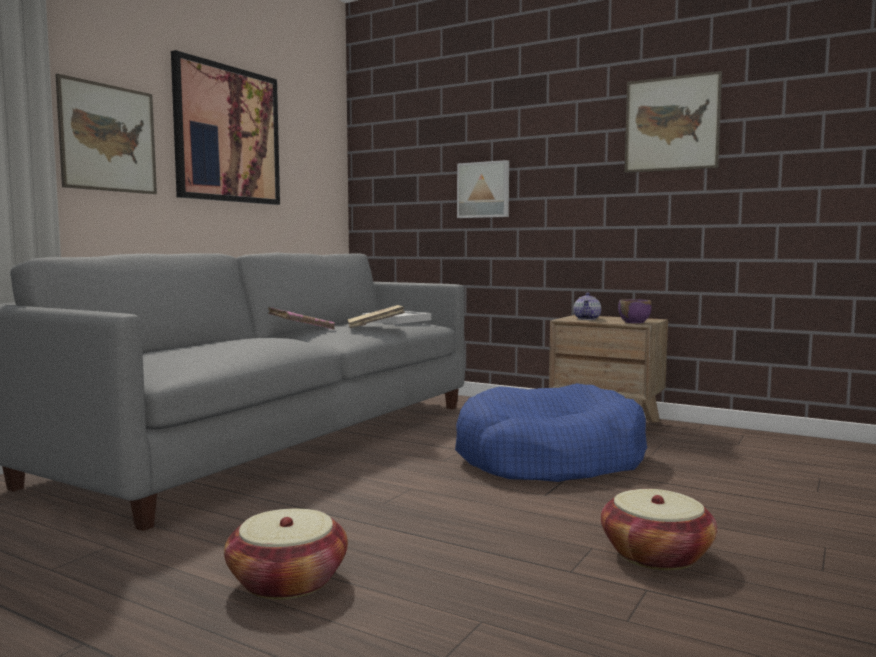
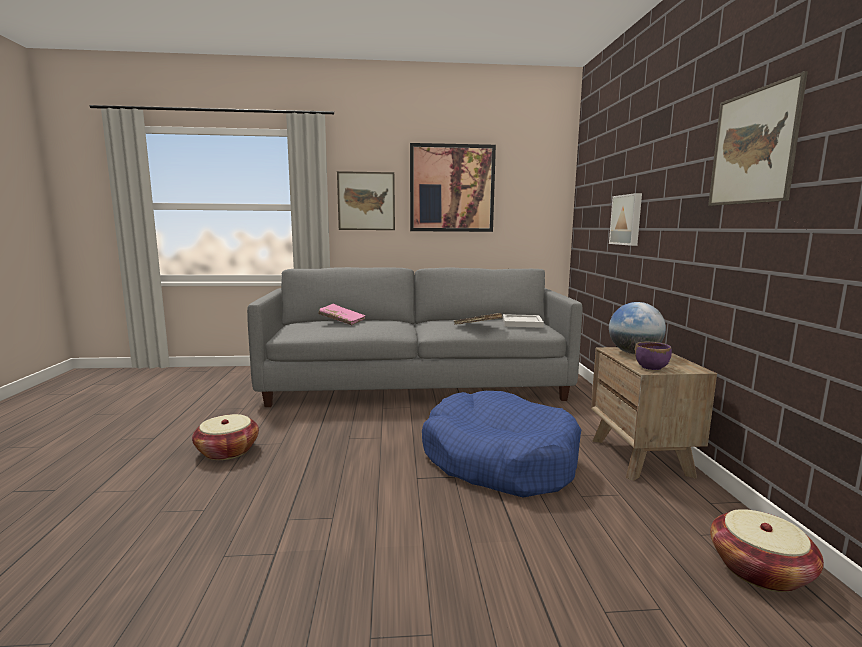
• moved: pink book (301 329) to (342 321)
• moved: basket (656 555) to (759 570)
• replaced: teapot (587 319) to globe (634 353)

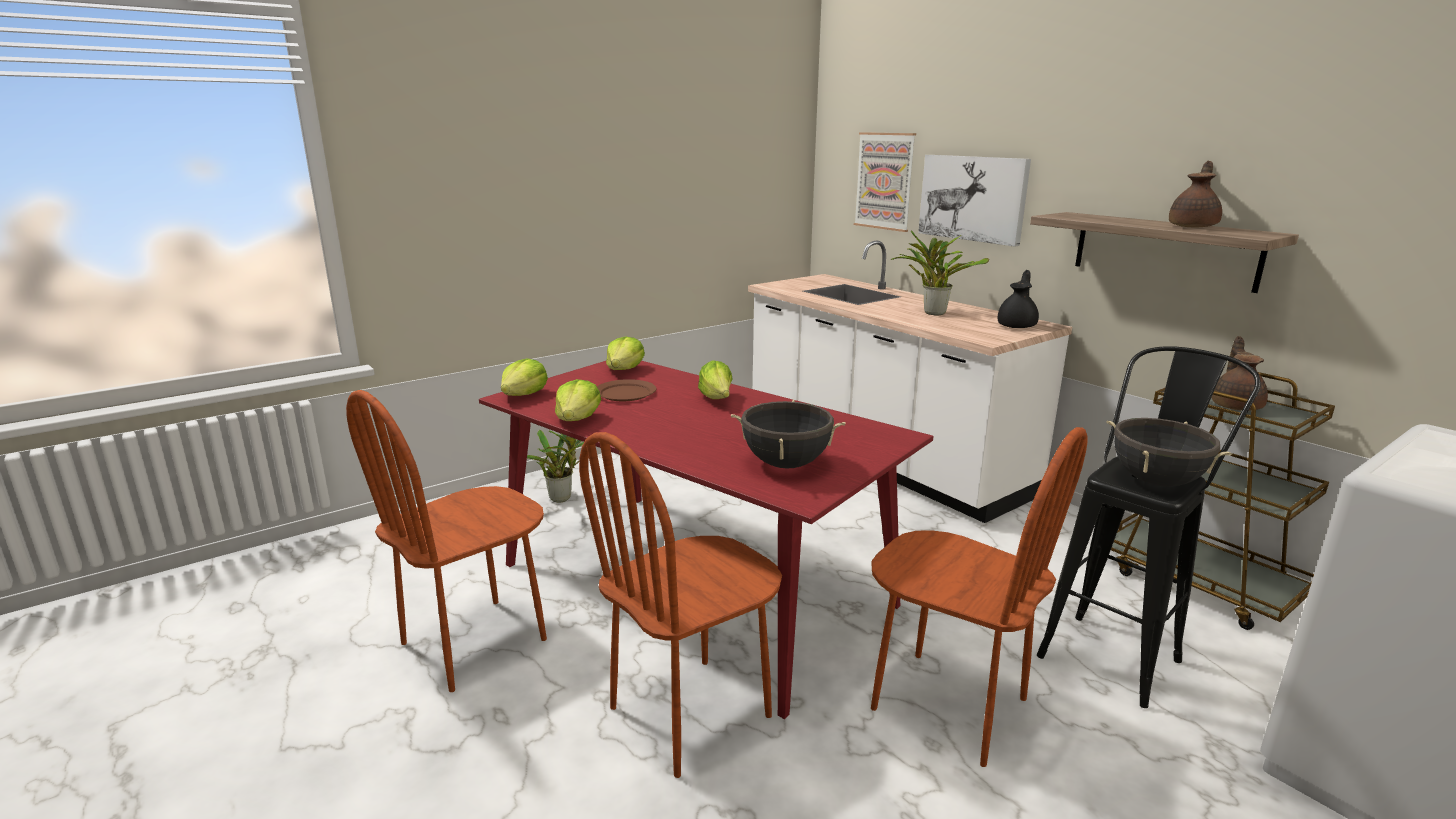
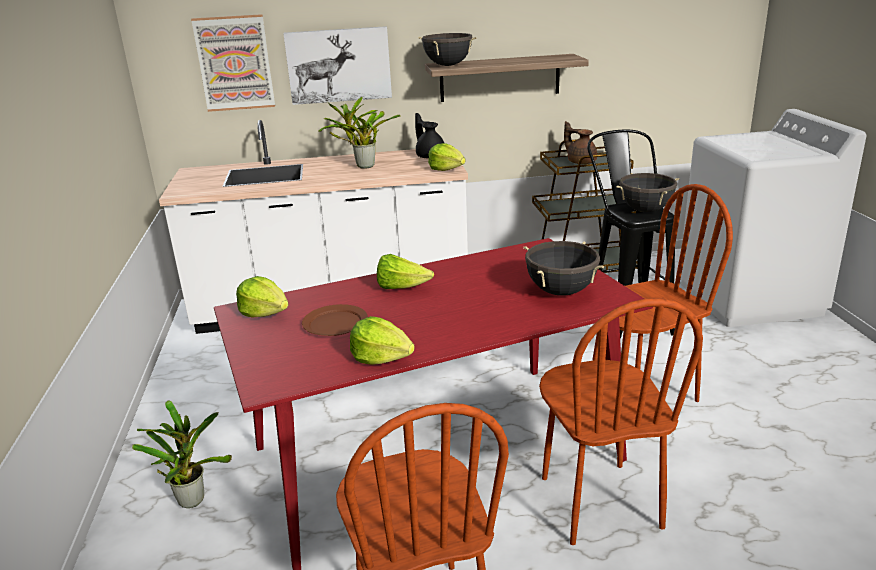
• removed: brown teapot (1193 226)
• added: black cooking pot (448 65)
• moved: lettuce (524 395) to (446 169)

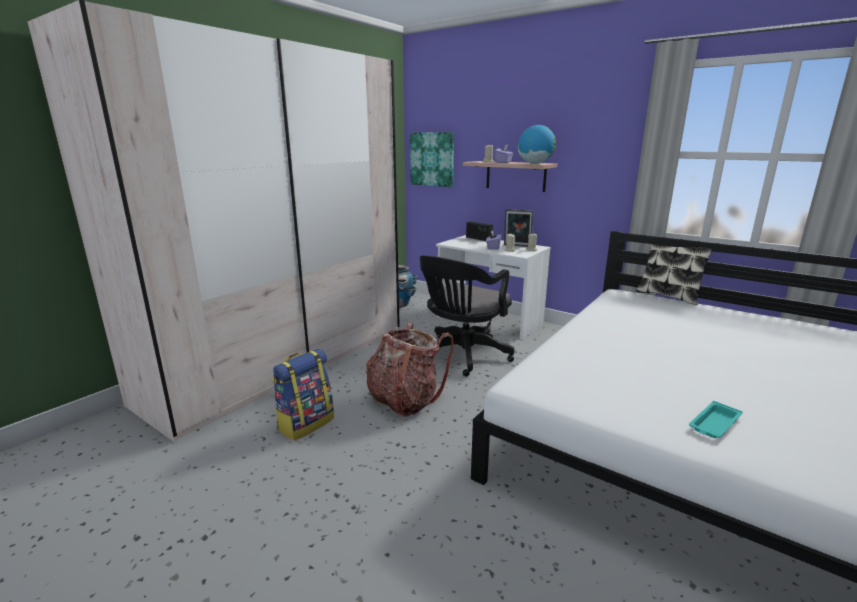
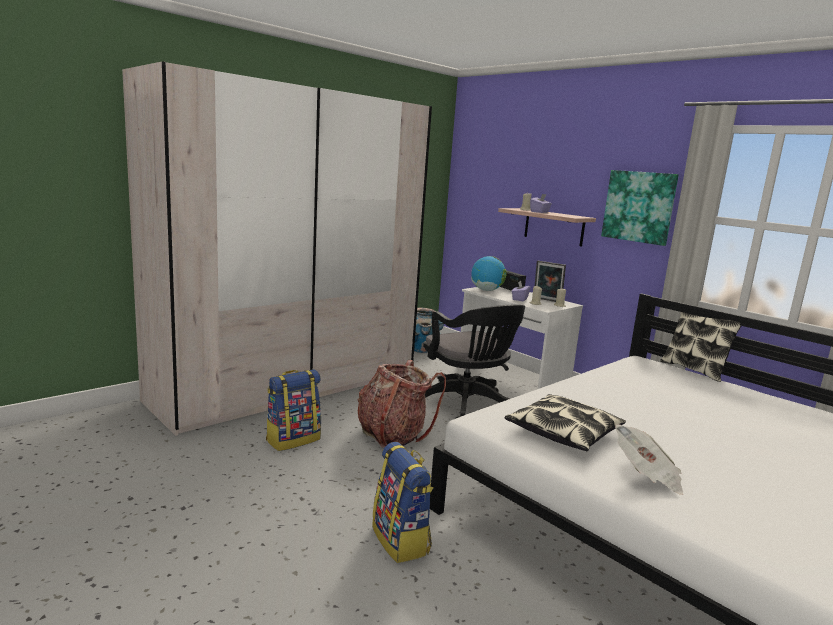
• added: backpack (401 540)
• added: pillow (563 432)
• moved: picture (432 159) to (639 206)
• moved: globe (535 163) to (486 290)
• replaced: turquoise tray (714 424) to newspaper (647 476)
• turned: black office chair (462 356) = (467 406) 75 degrees counterclockwise

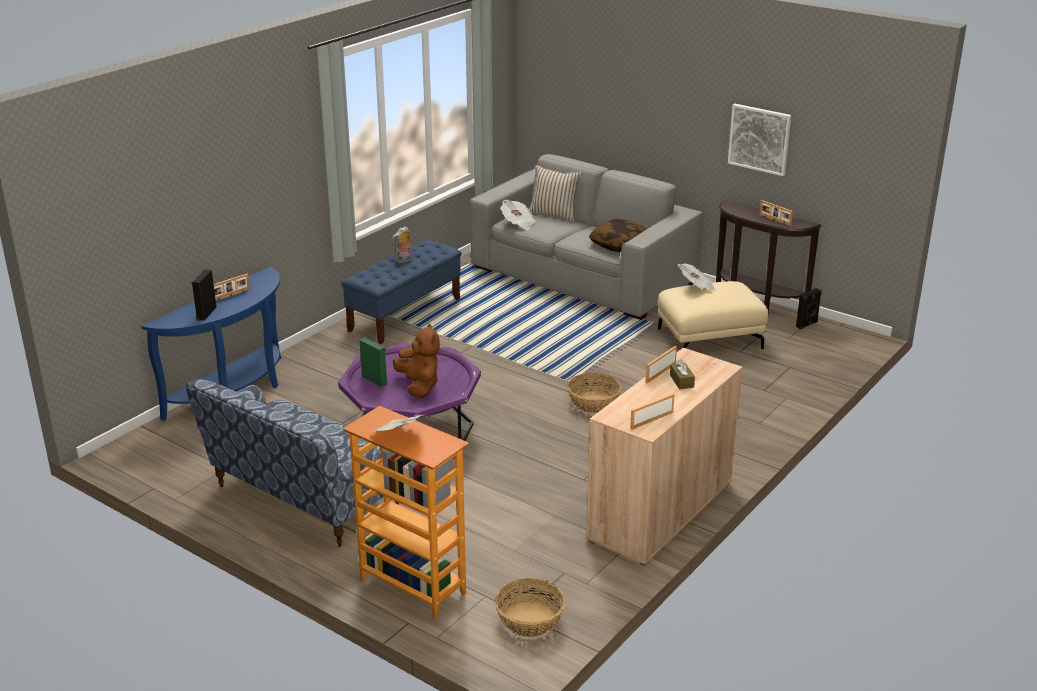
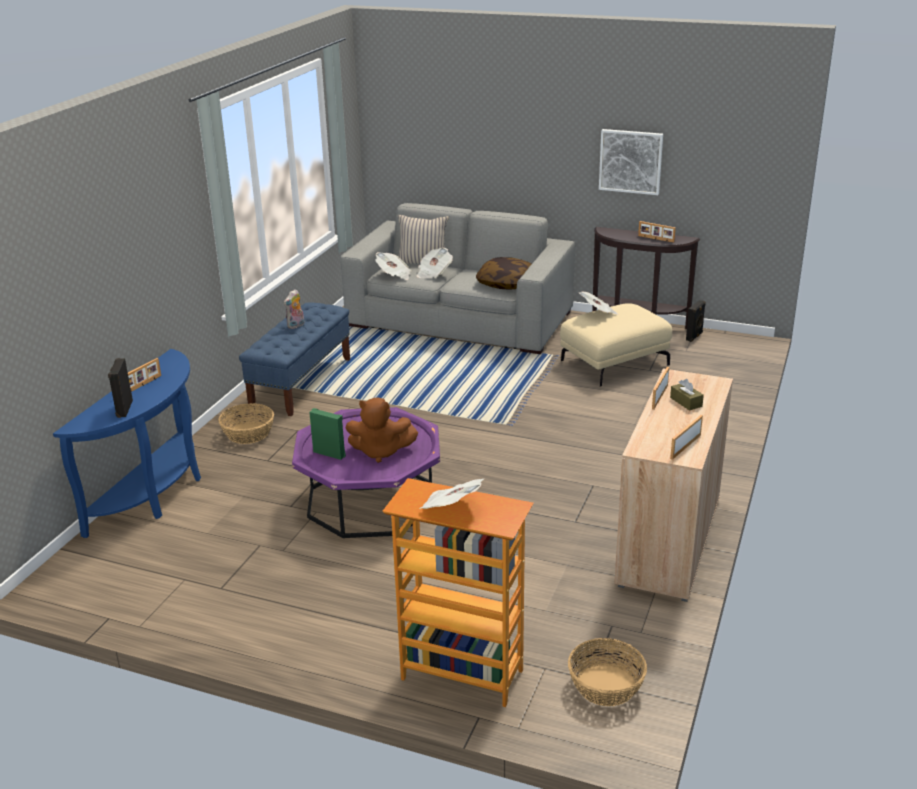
• removed: sofa (305 498)
• added: newspaper (433 273)
• moved: basket (593 402) to (248 433)
• turned: brown plush toy (419 386) = (380 452) 135 degrees clockwise

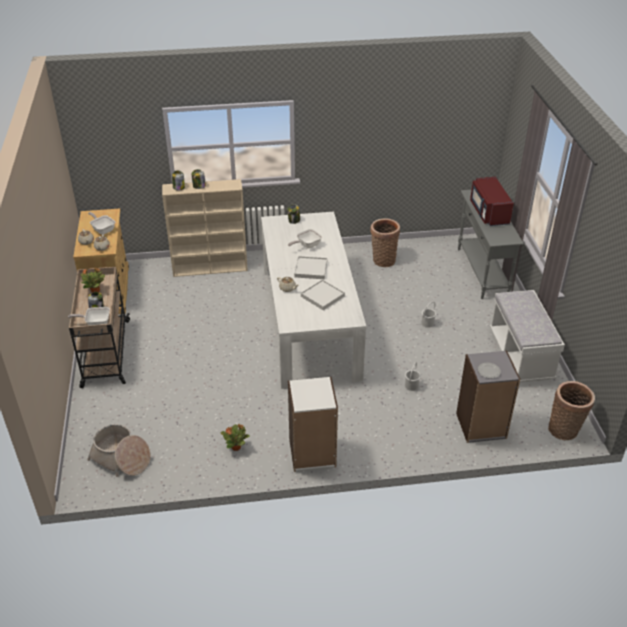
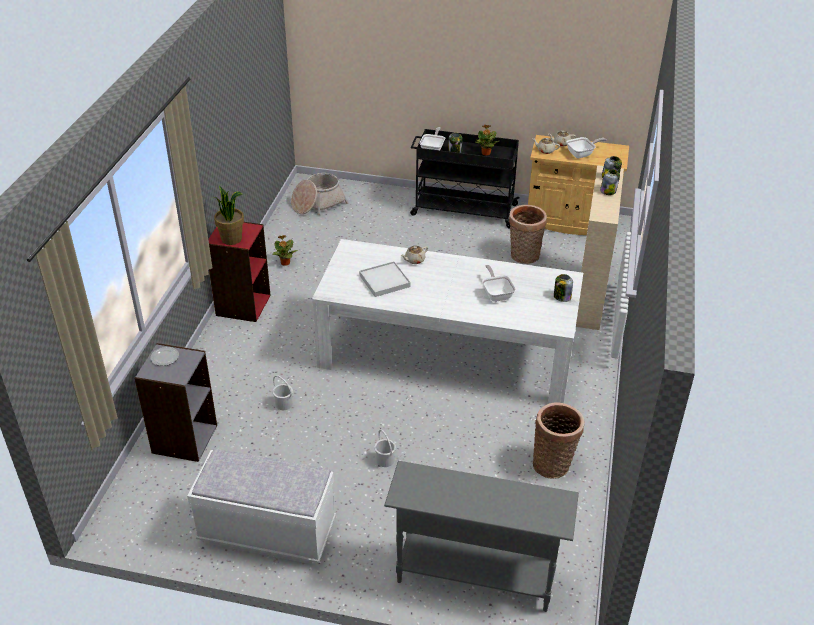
• removed: white tray (311 269)
• removed: red microwave (488 213)
• added: potted plant (232 239)
• moved: basket (565 430) to (524 257)
• recoloured: beige cart (106 353) to black cart (463 210)
• recoloured: white bookcase (312 454) to red bookcase (242 305)

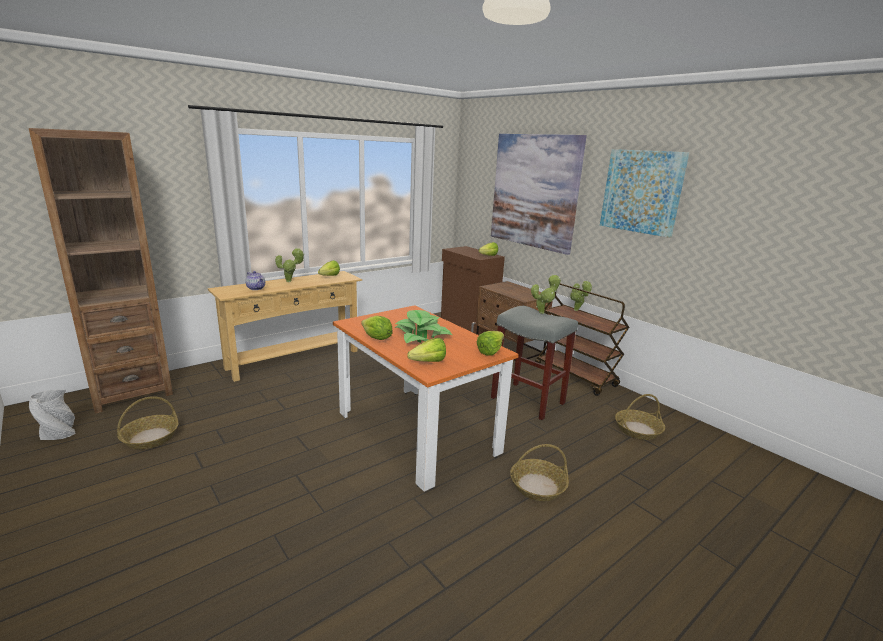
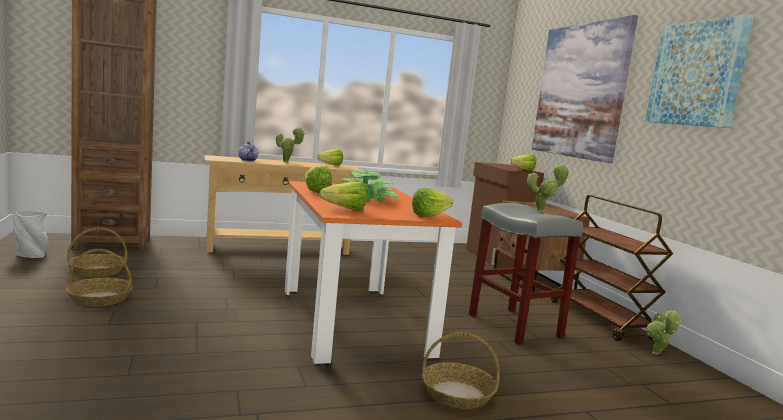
• moved: potted plant (577 310) to (656 354)
• moved: basket (638 430) to (100 298)

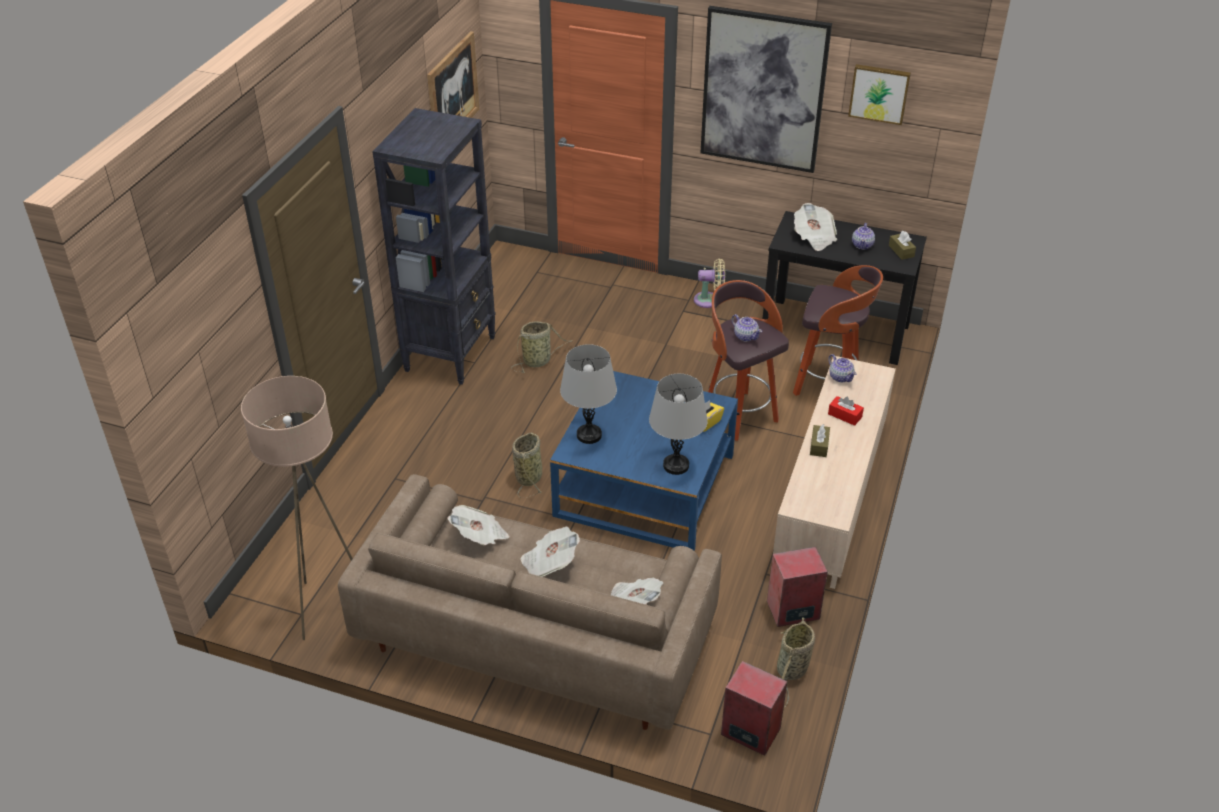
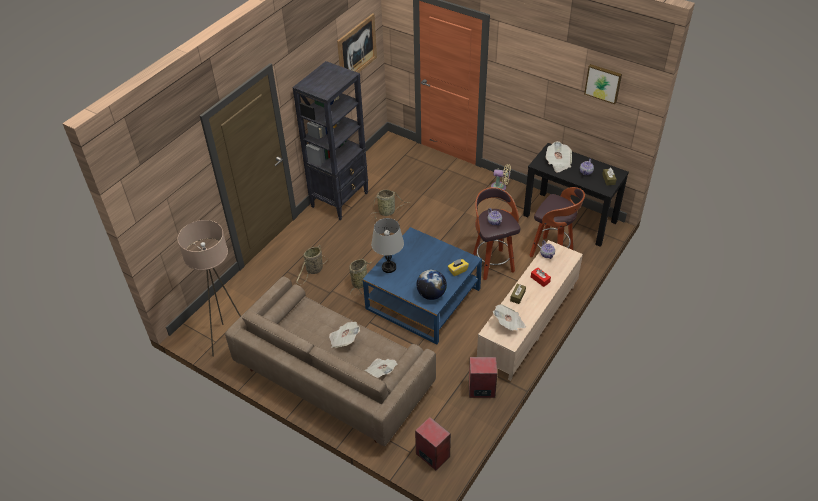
• removed: picture (763 90)
• moved: newspaper (480 536) to (509 324)
• moved: basket (791 671) to (314 270)
• replaced: grey table lamp (676 465) to globe (431 294)

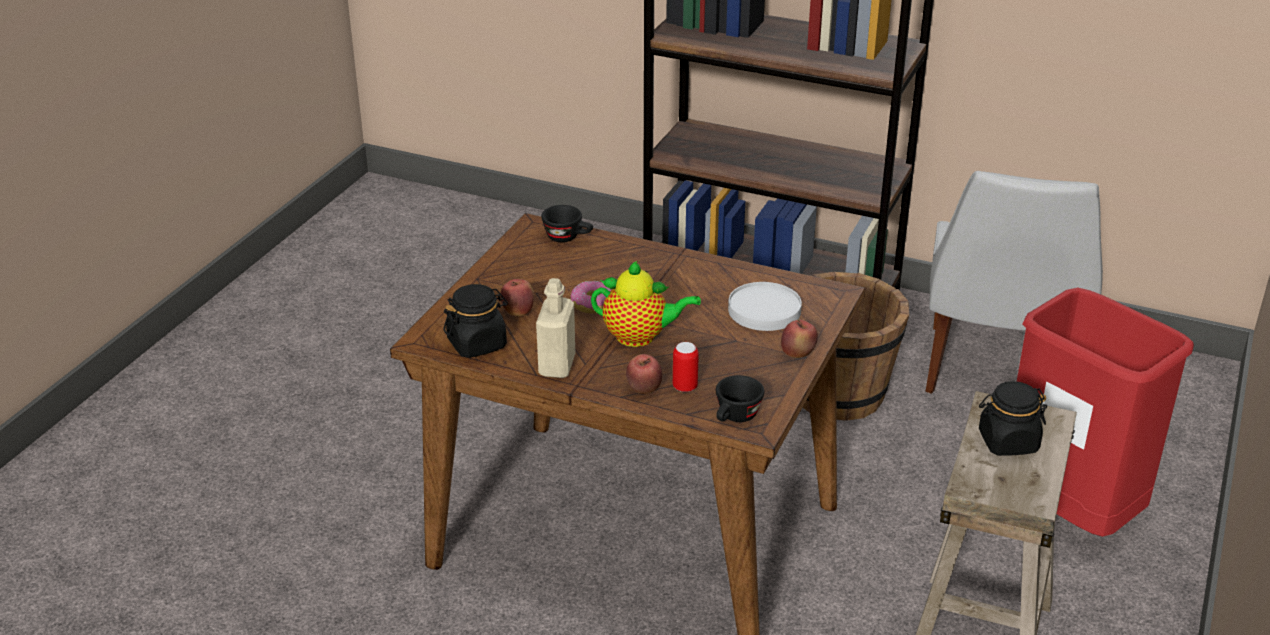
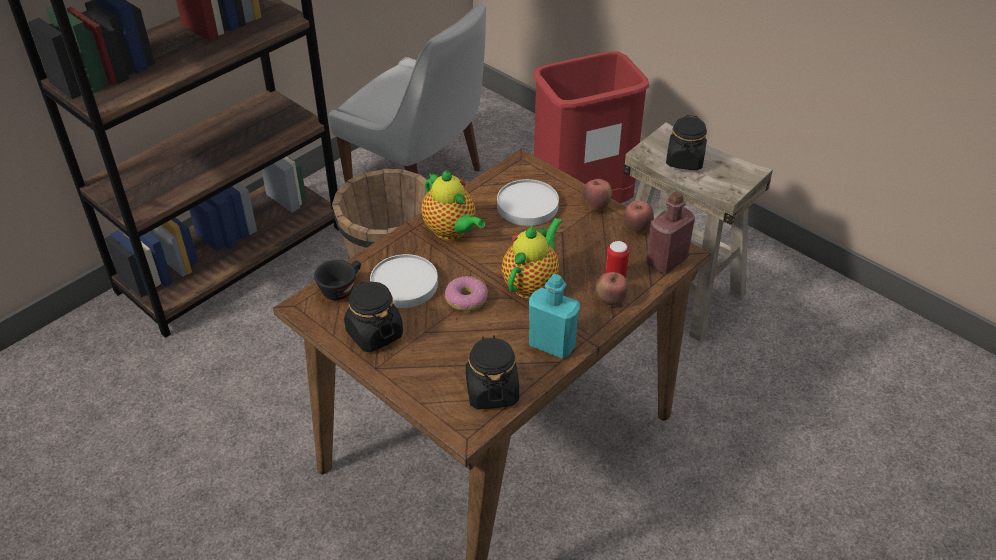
• added: black jar (374 333)
• added: white plate (403 284)
• added: teapot (451 232)
• moved: apple (518 312) to (637 228)
• replaced: black cup (735 418) to red bottle (666 261)
• recoloured: beige bottle (557 365) to turquoise bottle (552 345)

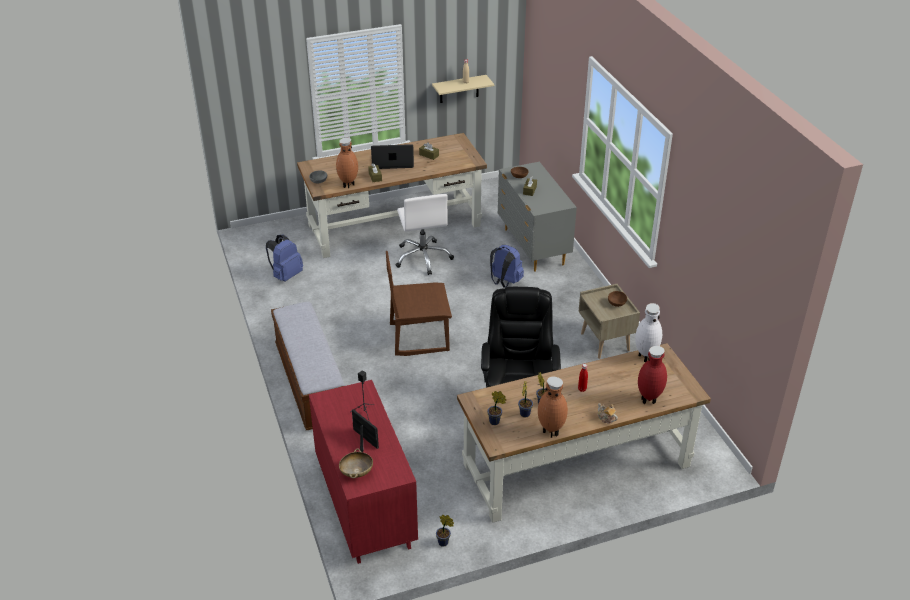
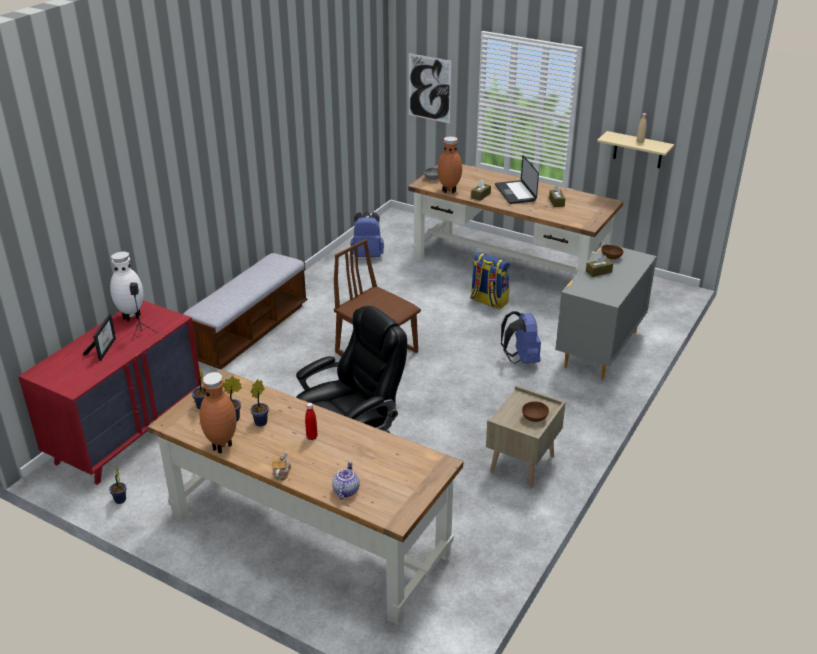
• removed: beige bowl (356 472)
• added: picture (429 88)
• moved: white vase (645 356) to (131 316)
• replaced: white office chair (423 257) to backpack (488 301)
• replaced: red vase (649 400) to teapot (345 490)
• turned: laptop (392 162) = (515 193) 150 degrees counterclockwise

